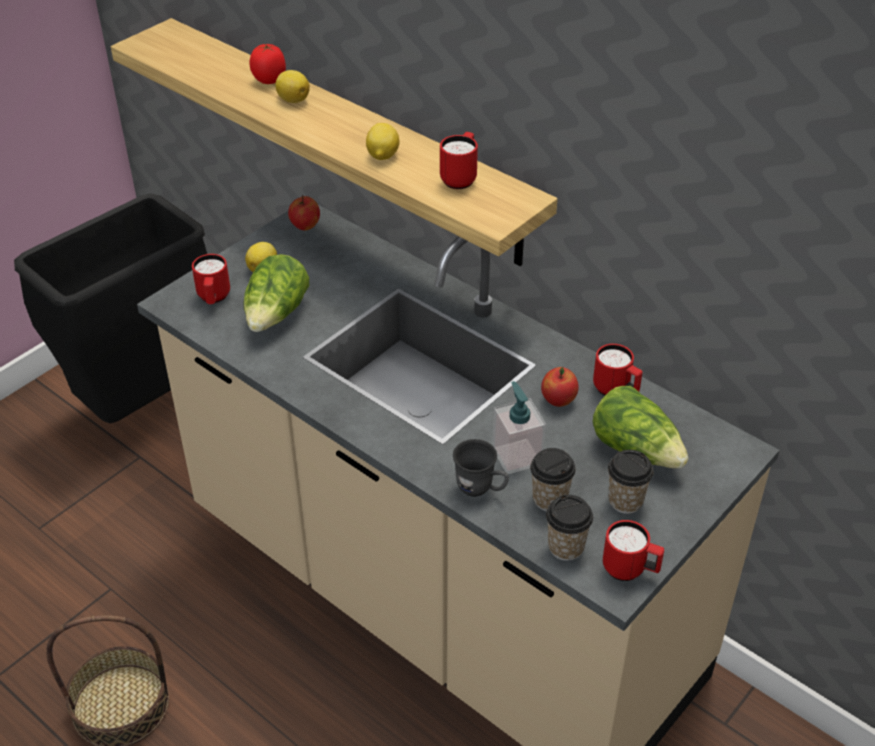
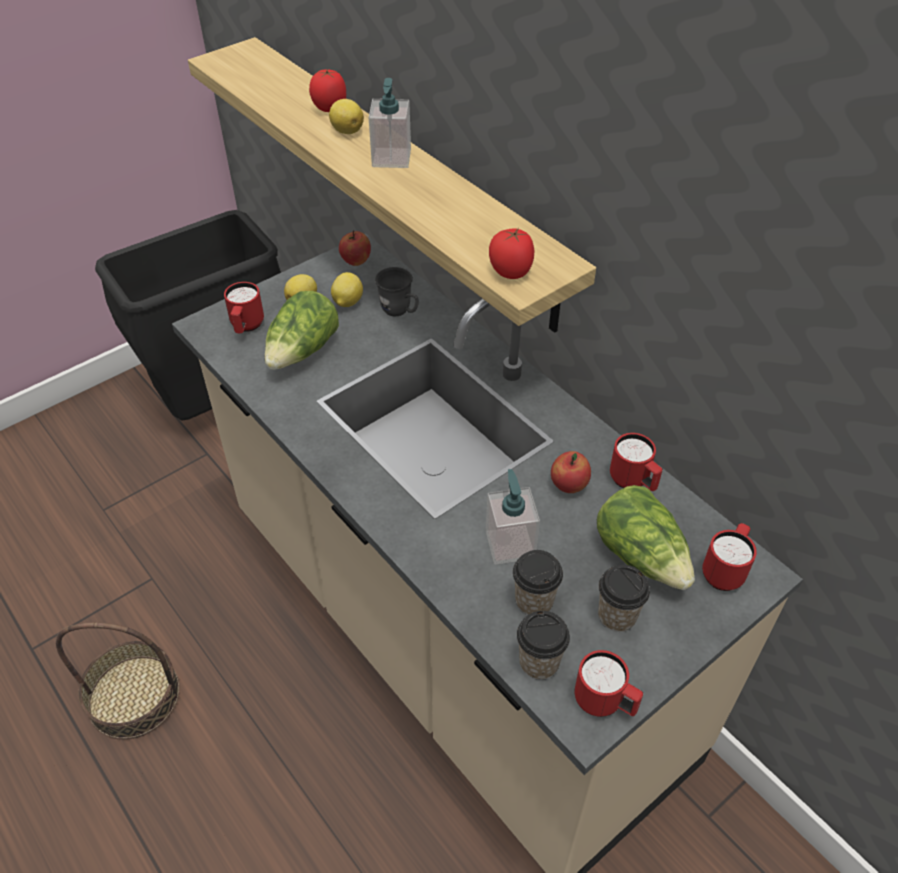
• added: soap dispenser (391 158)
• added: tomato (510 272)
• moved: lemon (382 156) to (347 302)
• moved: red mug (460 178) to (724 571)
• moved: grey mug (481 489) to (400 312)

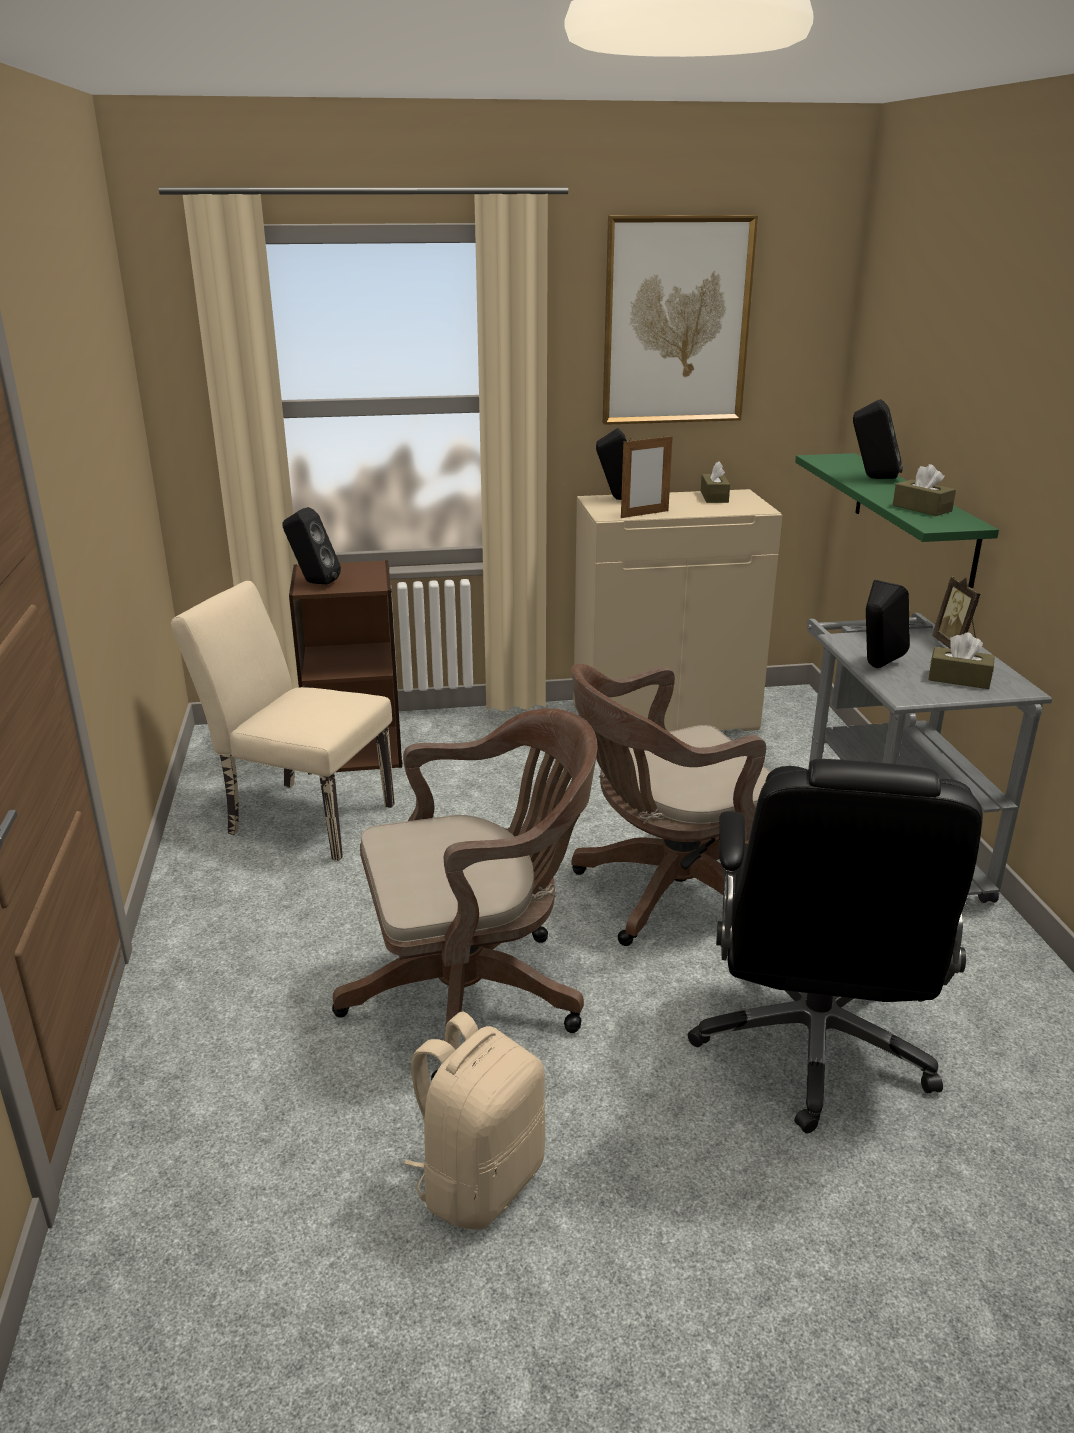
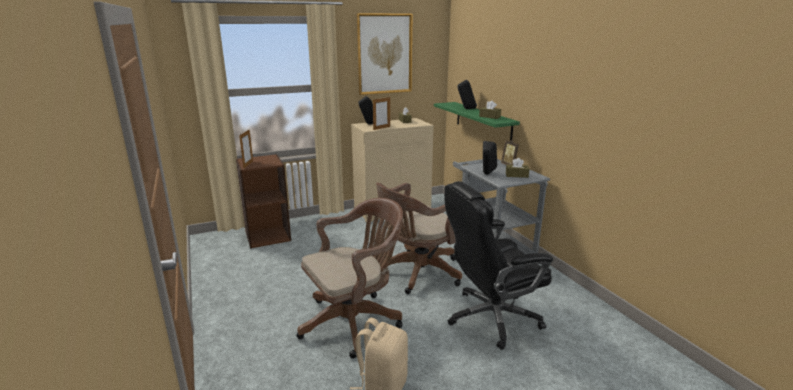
• removed: beige chair (301 816)
• replaced: black speaker (313 583) to picture frame (248 164)
• turned: black office chair (813 1046) = (491 318) 75 degrees clockwise

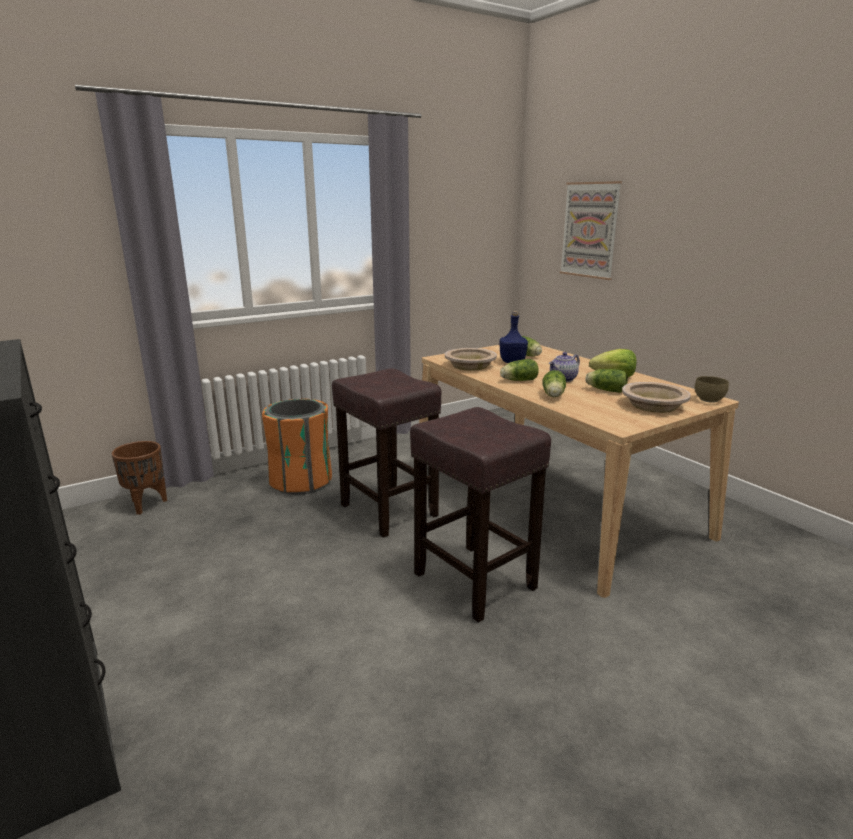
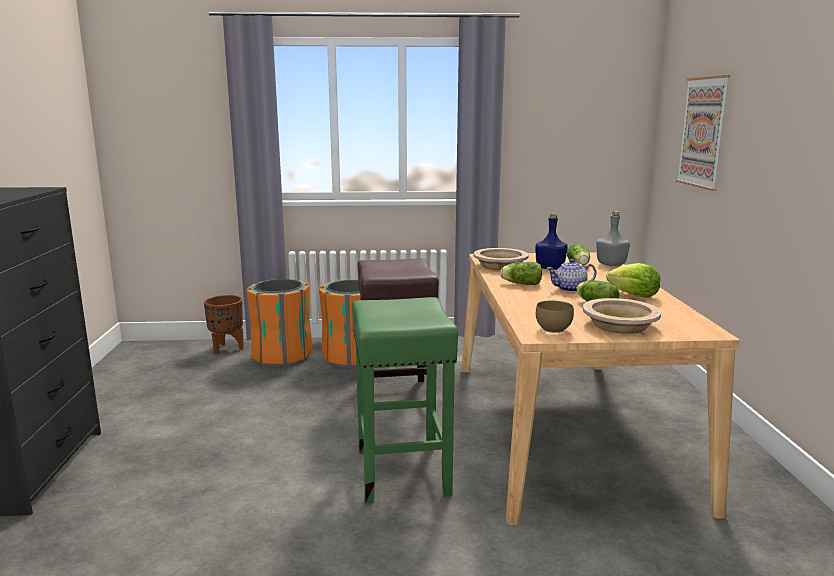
• removed: lettuce (553 396)
• added: orange trash can (282 357)
• added: grey bottle (611 264)
• moved: brown bowl (709 400) to (552 330)
• recoloured: brown stool (472 580) to green stool (401 470)

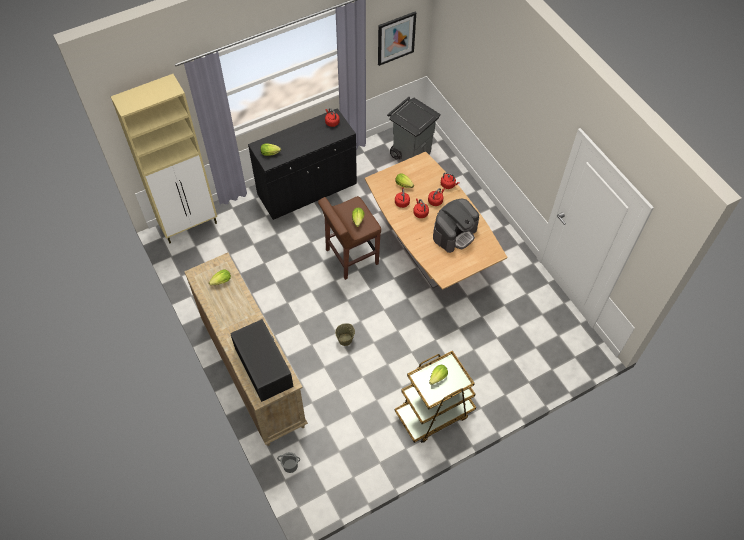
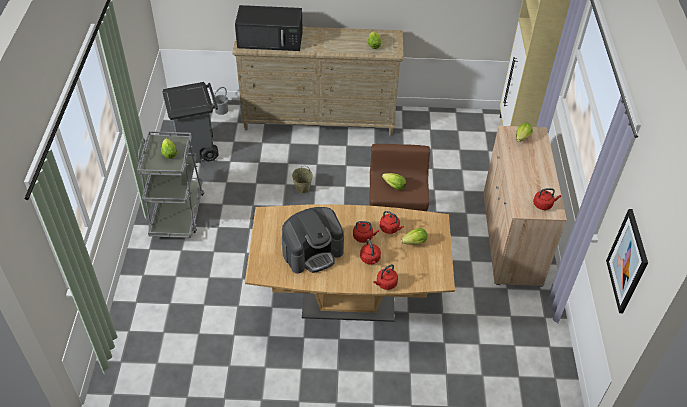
• moved: grey trash can (411 153) to (198 151)
• recoloured: black cabinet (307 190) to beige cabinet (511 238)
• recoloured: brown cart (434 413) to grey cart (177 213)
• turned: coffee machine (454 233) = (312 252) 105 degrees counterclockwise

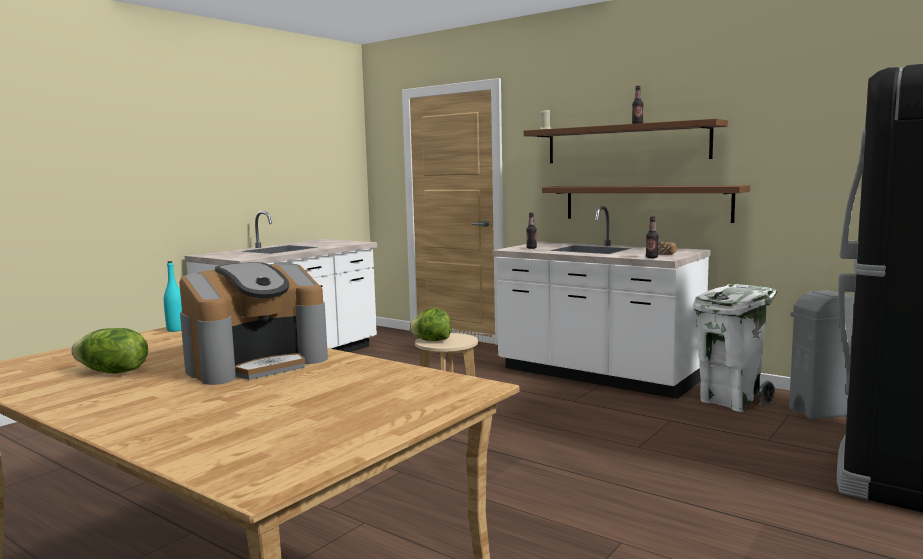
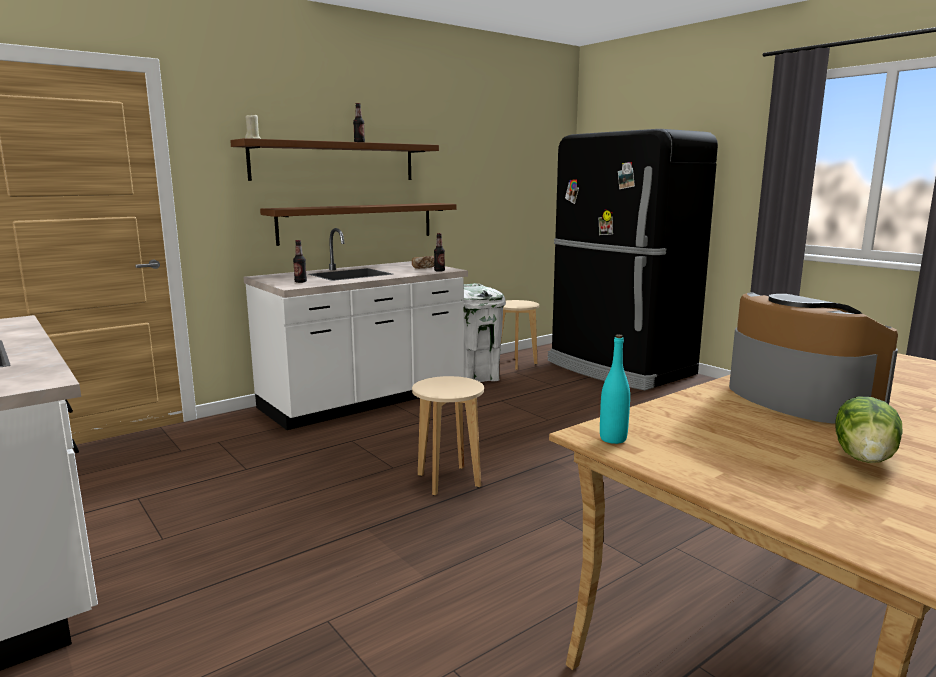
• removed: lettuce (431 341)
• replaced: grey trash can (824 412) to beige stool (516 364)

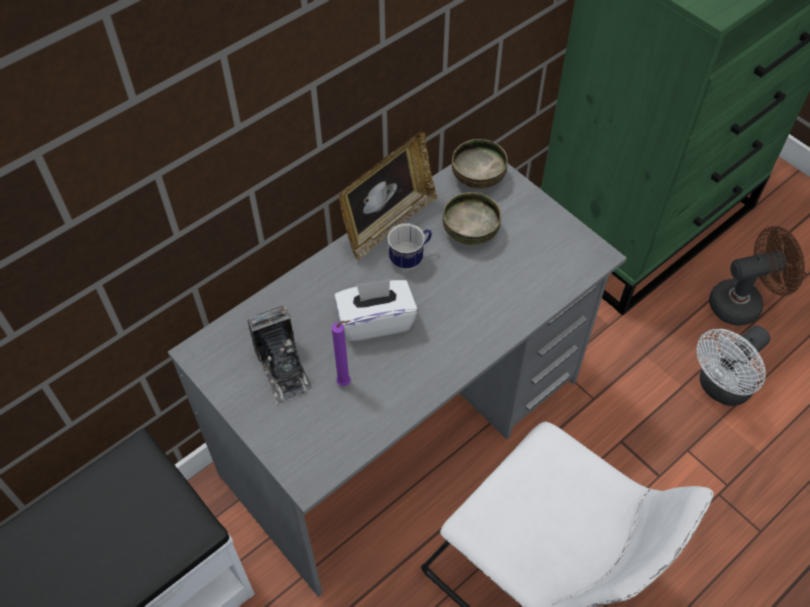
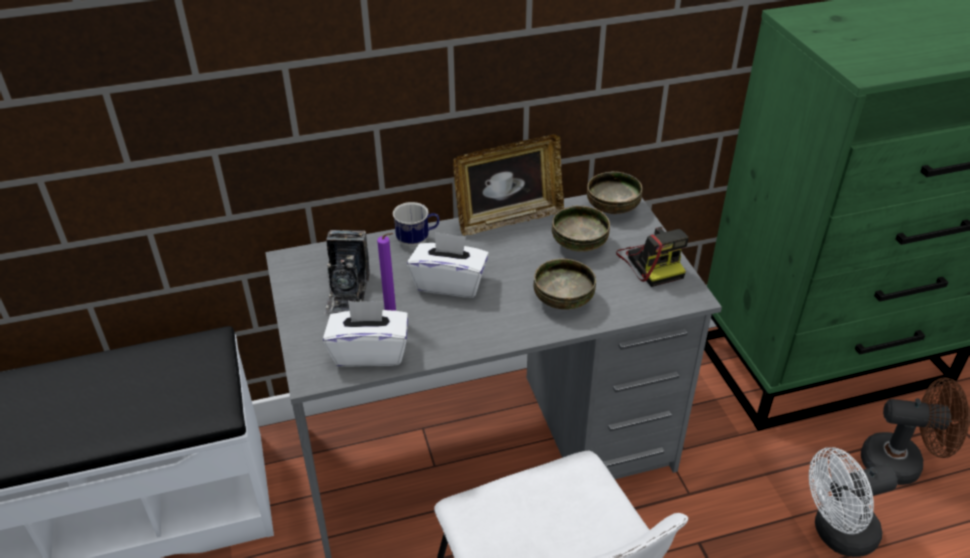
• added: white tissue box (370 352)
• added: bowl (562 301)
• added: photo camera (651 262)
• moved: mug (410 258) to (418 241)

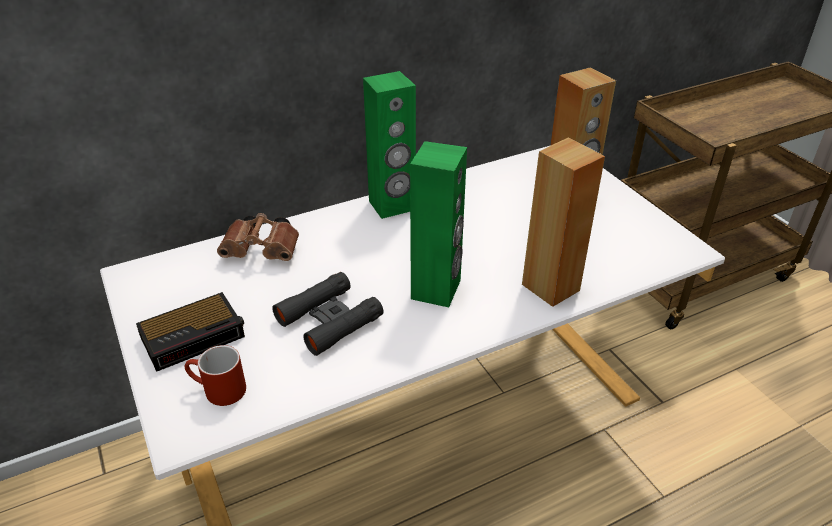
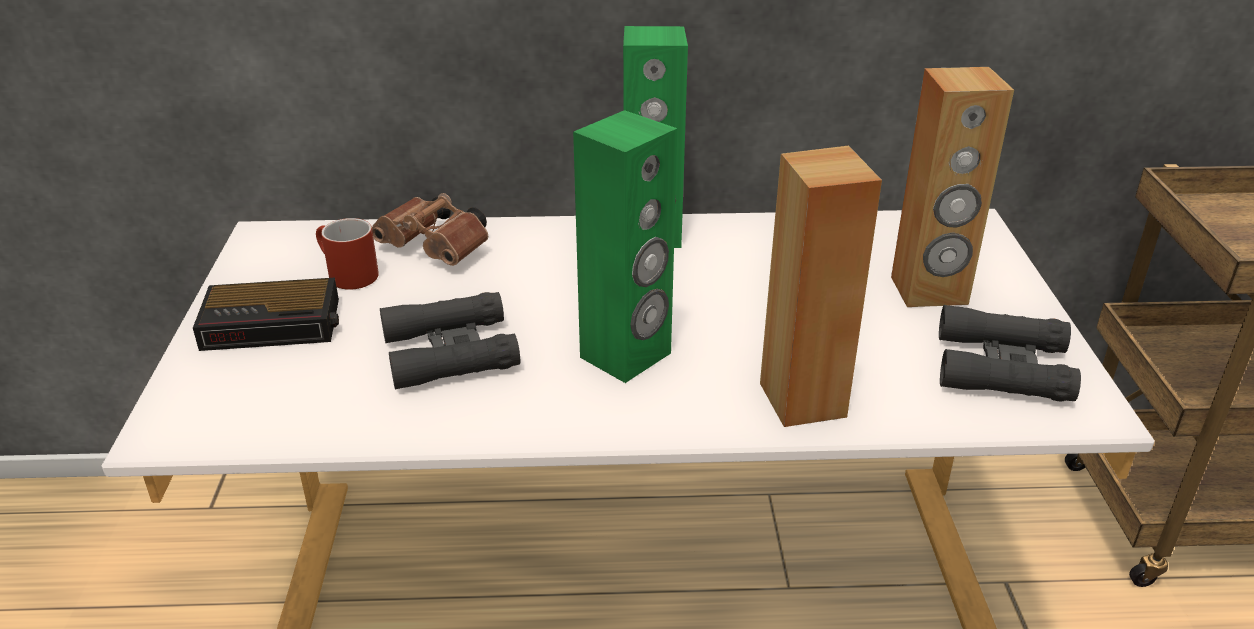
• added: black binoculars (1002 367)
• moved: red mug (217 391) to (345 275)

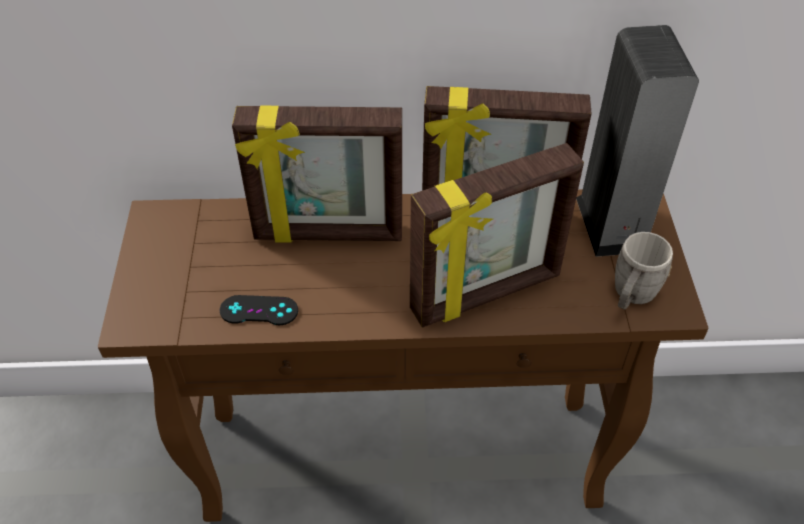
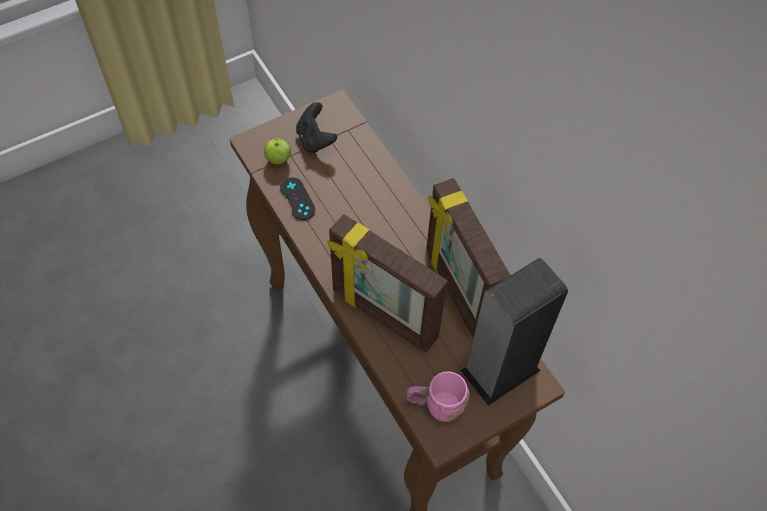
• removed: picture frame (328 234)
• added: apple (278 159)
• added: black game controller (315 140)
• recoloured: grey mug (631 296) to pink mug (436 406)

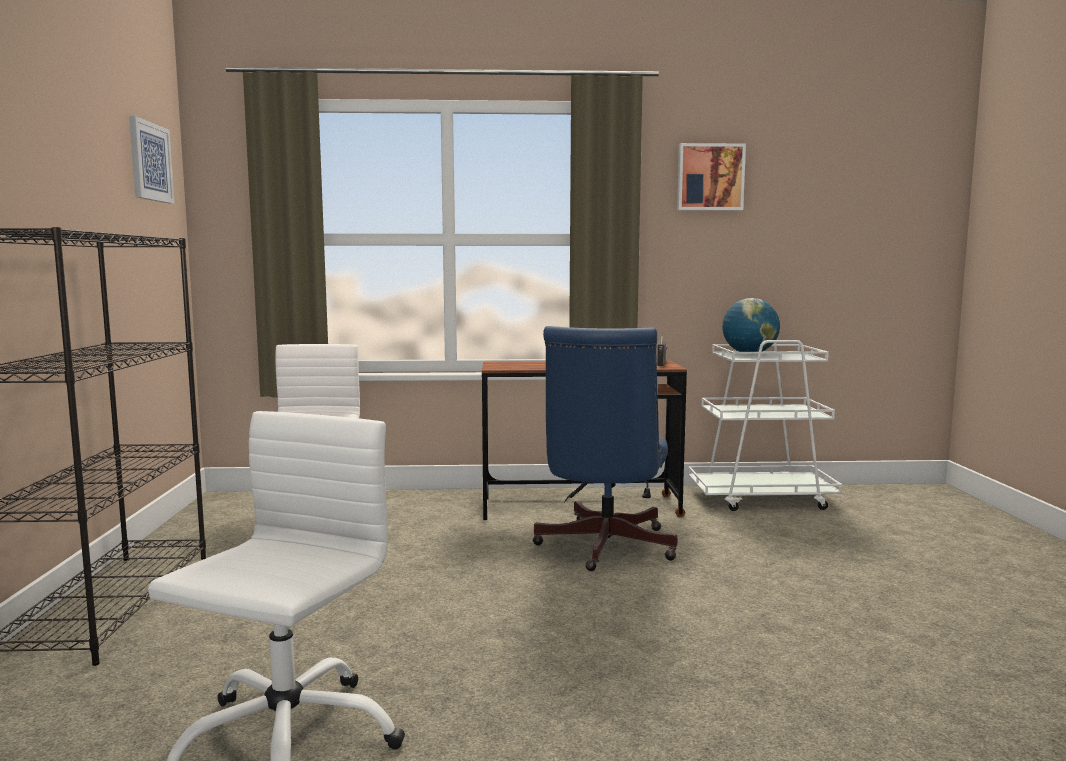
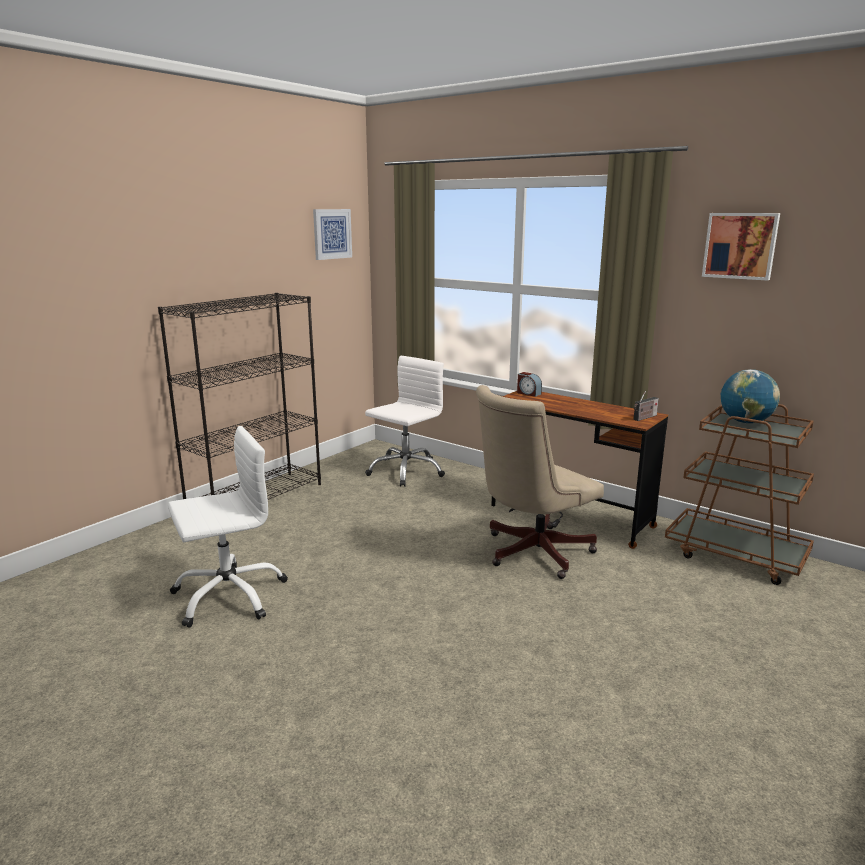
• added: alarm clock (528 393)
• recoloured: blue office chair (603 548) to beige office chair (531 553)
• recoloured: white cart (761 498) to brown cart (735 555)

